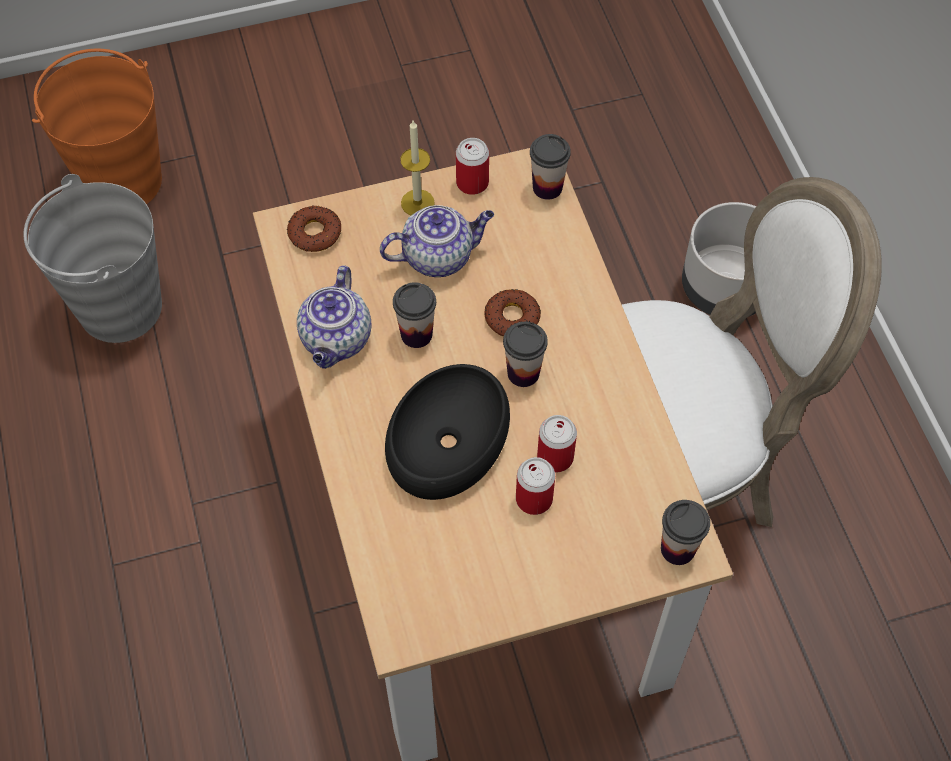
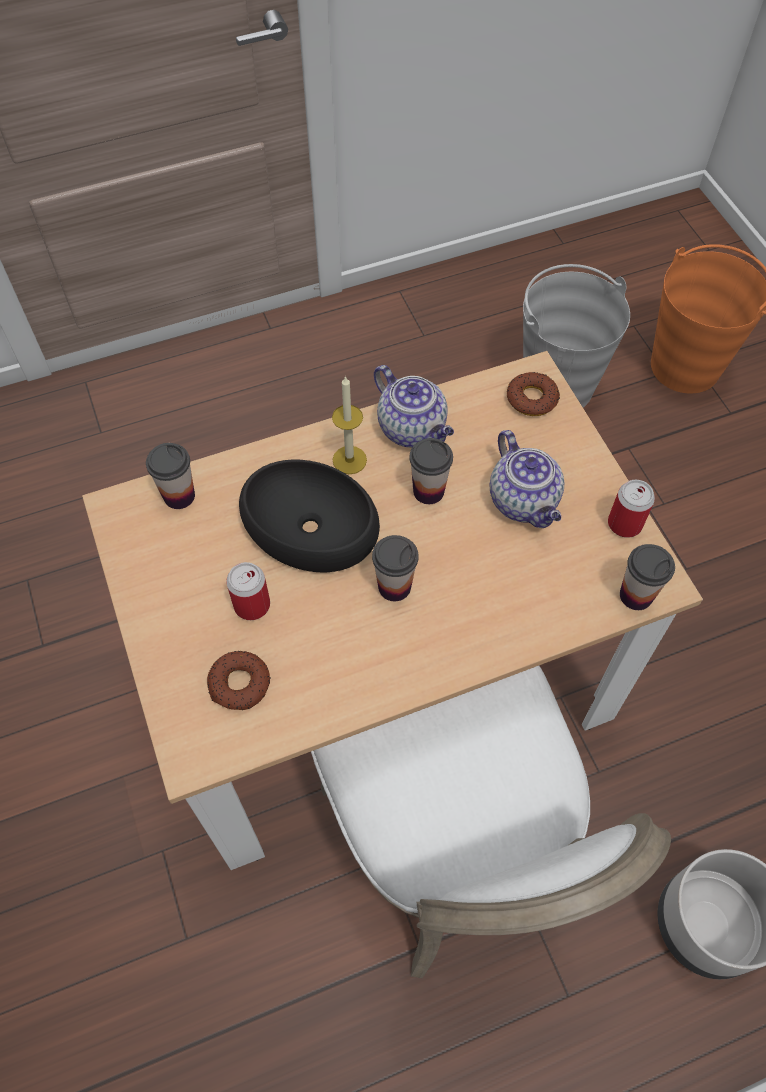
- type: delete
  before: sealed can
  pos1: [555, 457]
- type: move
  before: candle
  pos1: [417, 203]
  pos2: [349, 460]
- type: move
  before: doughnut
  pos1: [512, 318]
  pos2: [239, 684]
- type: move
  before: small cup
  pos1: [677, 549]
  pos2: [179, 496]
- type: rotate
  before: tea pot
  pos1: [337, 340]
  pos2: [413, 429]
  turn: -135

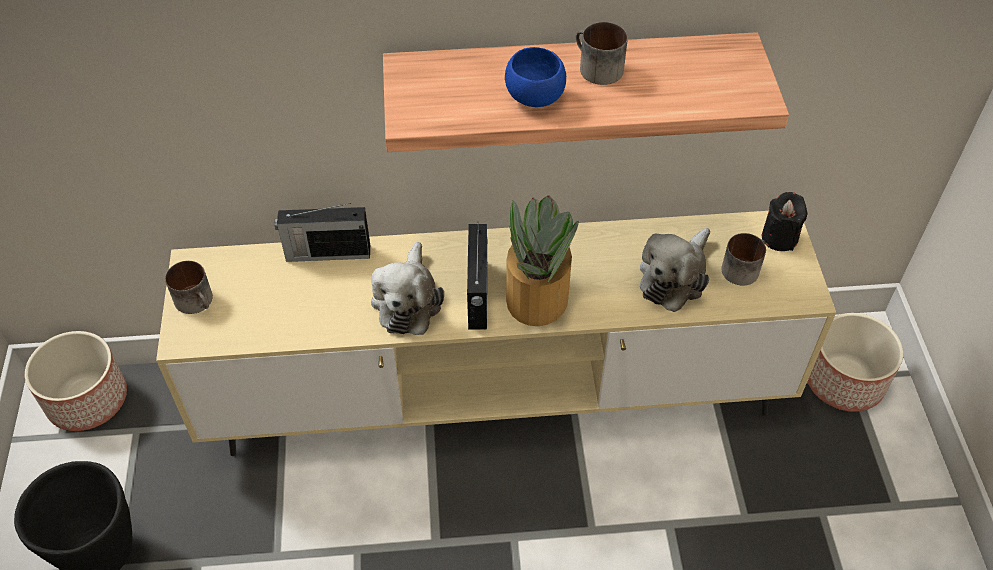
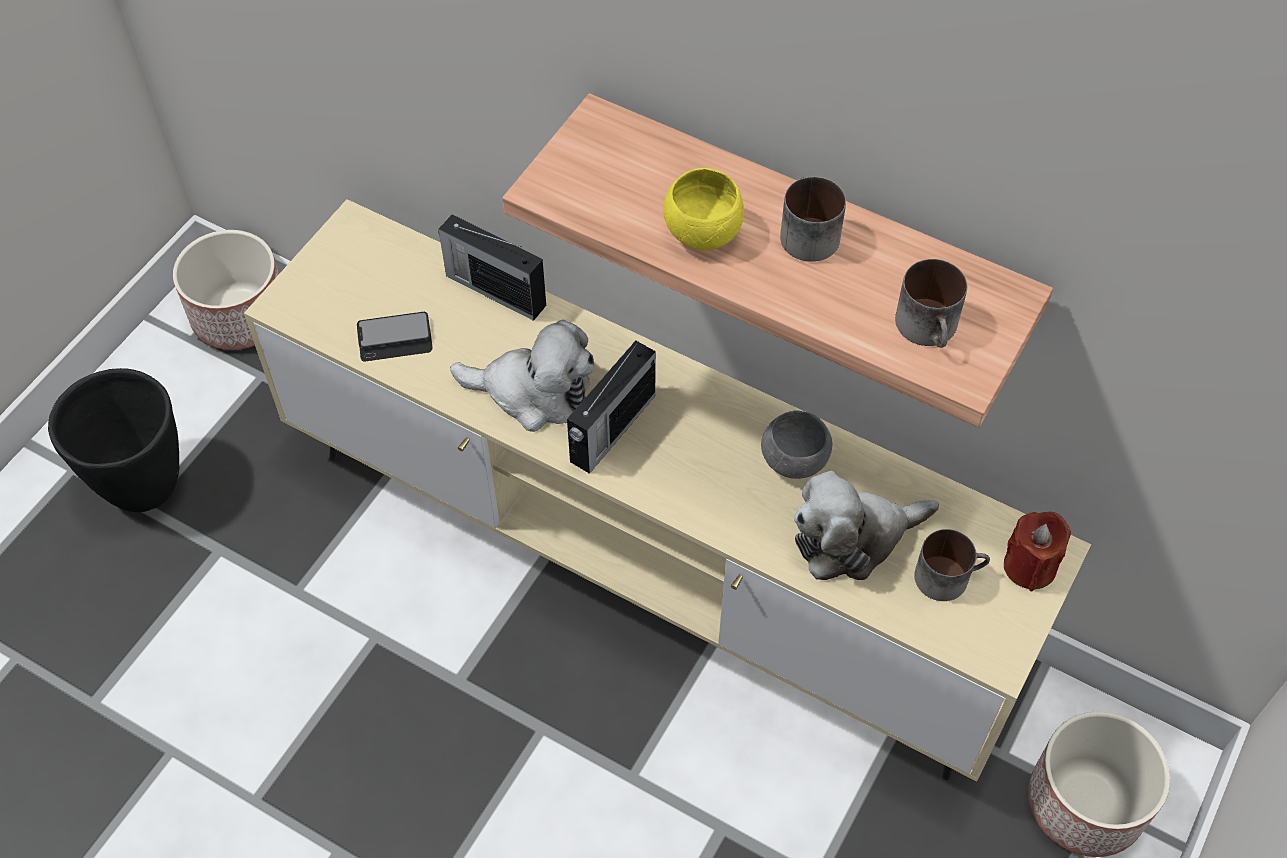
- type: delete
  before: houseplant
  pos1: [536, 300]
- type: insert
  after: handset
  pos2: [395, 338]
- type: insert
  after: grey deep dish
  pos2: [794, 461]
- type: move
  before: mug
  pos1: [198, 301]
  pos2: [931, 328]
- type: recolor
  before: blue-coloured deep dish
  after: yellow deep dish
  pos1: [534, 97]
  pos2: [702, 232]
- type: recolor
  before: black candle
  after: red candle
  pos1: [779, 237]
  pos2: [1029, 566]
- type: rotate
  before: plush toy
  pos1: [408, 301]
  pos2: [533, 392]
  turn: -120

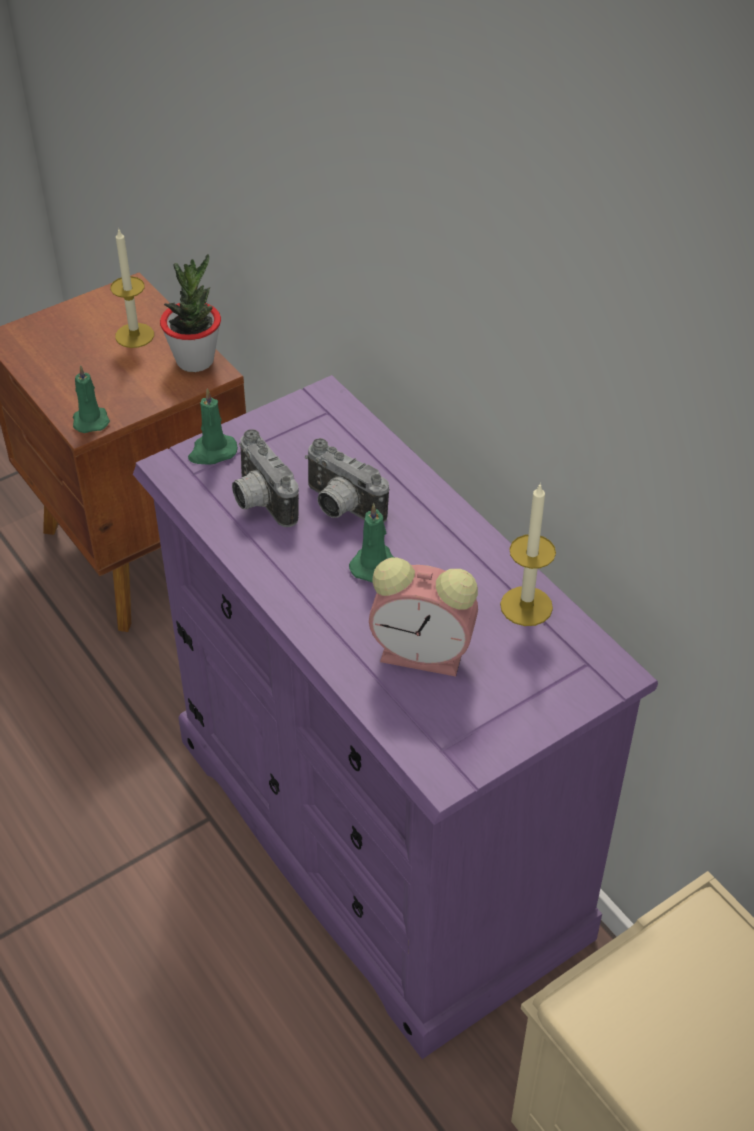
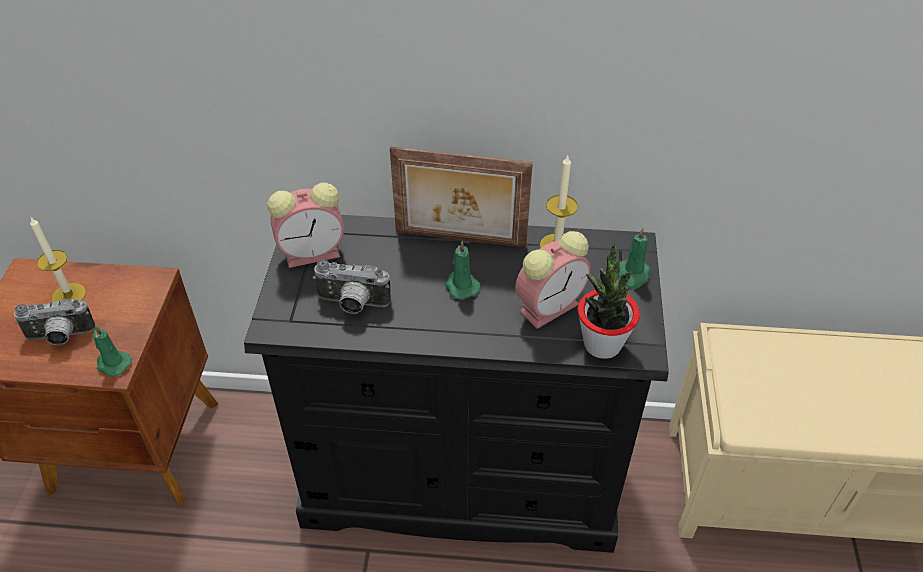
- type: insert
  after: table clock
  pos2: [314, 252]
- type: insert
  after: standing frame
  pos2: [460, 240]
- type: move
  before: houseplant
  pos1: [195, 360]
  pos2: [602, 344]
- type: move
  before: green candle
  pos1: [212, 452]
  pos2: [633, 275]
- type: move
  before: photo camera
  pos1: [340, 508]
  pos2: [60, 337]
- type: recolor
  before: purple-coloured dresser
  after: black dresser
  pos1: [377, 837]
  pos2: [462, 475]

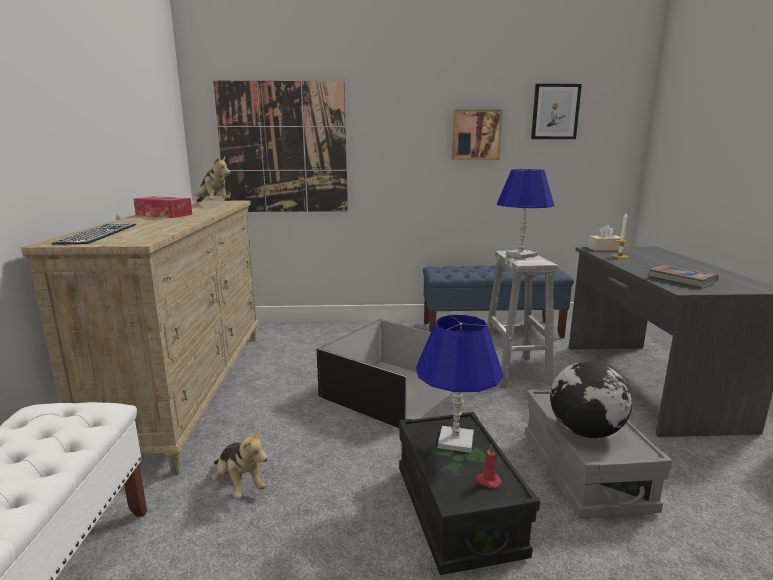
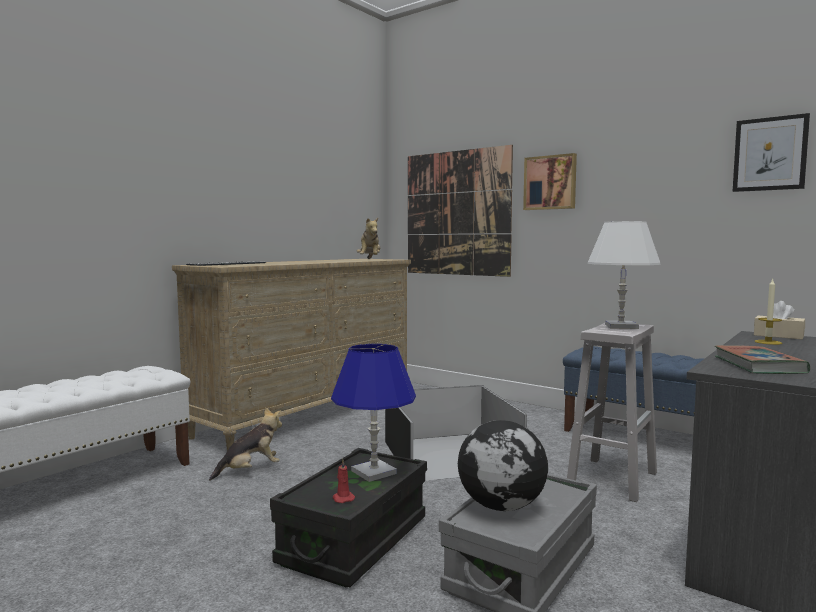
- type: delete
  before: box of tissues
  pos1: [164, 215]
- type: move
  before: picture
  pos1: [476, 135]
  pos2: [550, 182]
- type: recolor
  before: blue-coloured tabletop lamp
  after: white-coloured tabletop lamp
  pos1: [521, 255]
  pos2: [621, 326]
- type: rotate
  before: plush toy
  pos1: [239, 485]
  pos2: [250, 470]
  turn: -120

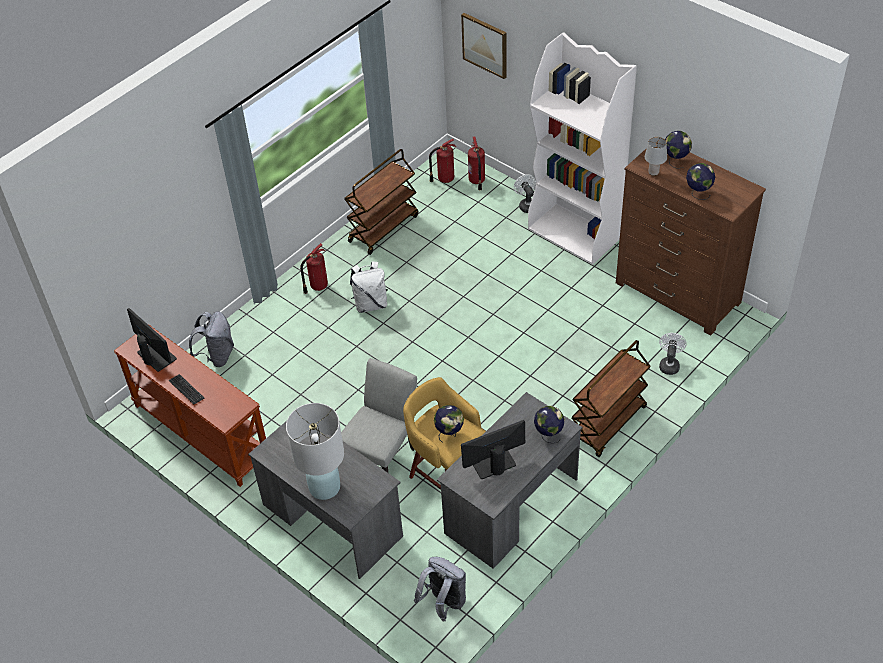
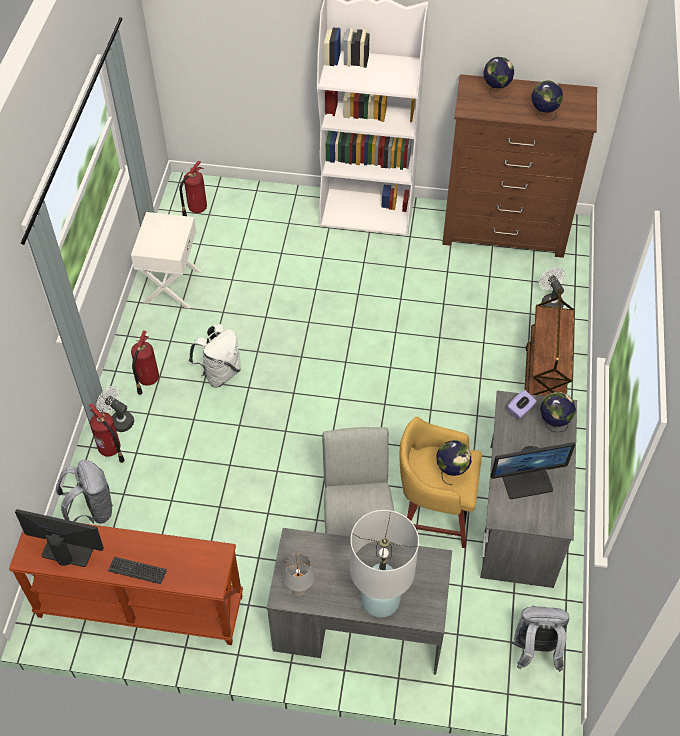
- type: delete
  before: picture
  pos1: [485, 45]
- type: insert
  after: purple-coloured box of tissues
  pos2: [520, 410]
- type: move
  before: fire extinguisher
  pos1: [476, 181]
  pos2: [110, 450]
- type: move
  before: white-coloured electric fan
  pos1: [526, 205]
  pos2: [119, 420]
- type: move
  before: grey tabletop lamp
  pos1: [653, 172]
  pos2: [299, 589]
- type: replace
  before: brownish cart
  after: white-coloured nightstand
  pos1: [383, 228]
  pos2: [171, 286]
- type: rotate
  before: computer screen
  pos1: [493, 464]
  pos2: [527, 481]
  turn: -135

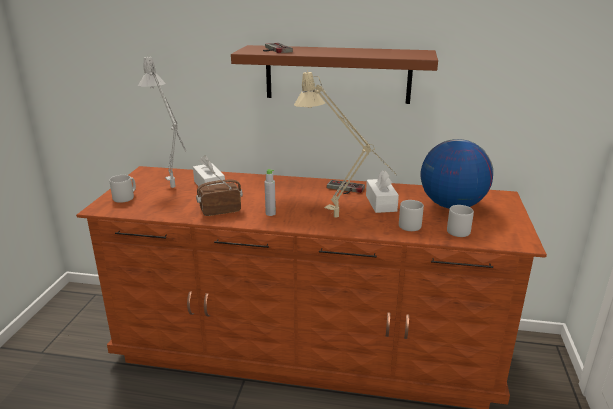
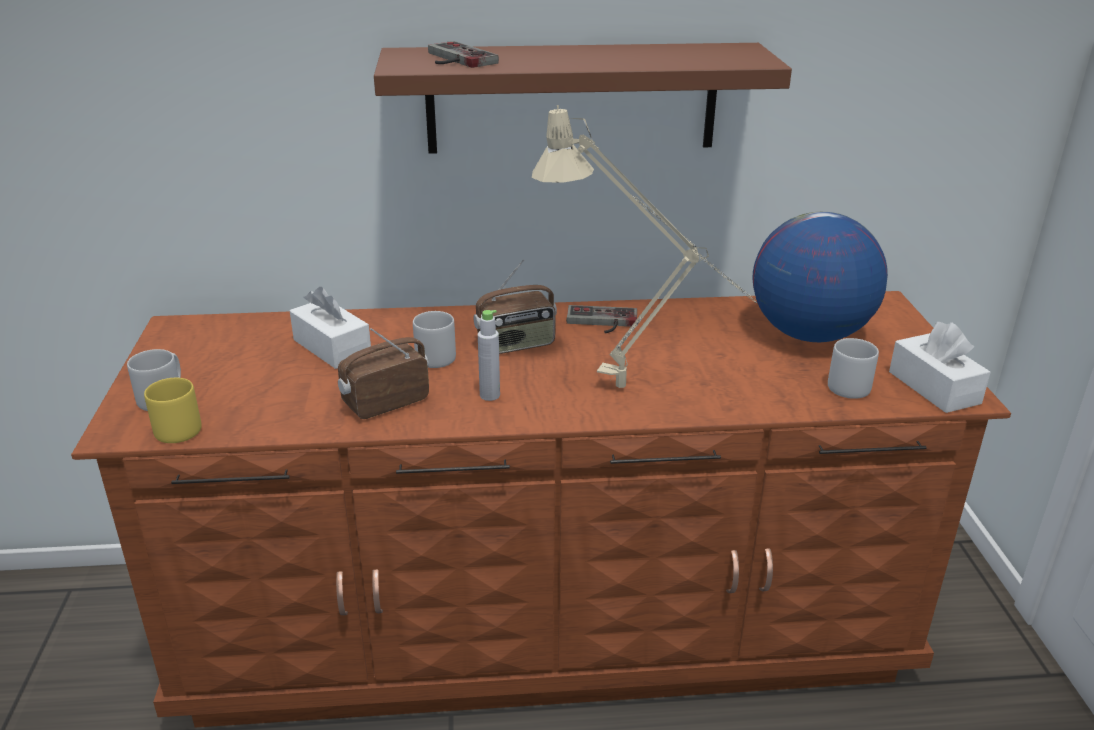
- type: delete
  before: grey tabletop lamp
  pos1: [175, 191]
- type: insert
  after: yellow mug
  pos2: [179, 427]
- type: insert
  after: radio
  pos2: [516, 344]
- type: move
  before: white-coloured box of tissues
  pos1: [381, 203]
  pos2: [934, 387]
- type: move
  before: grey mug
  pos1: [408, 225]
  pos2: [433, 356]

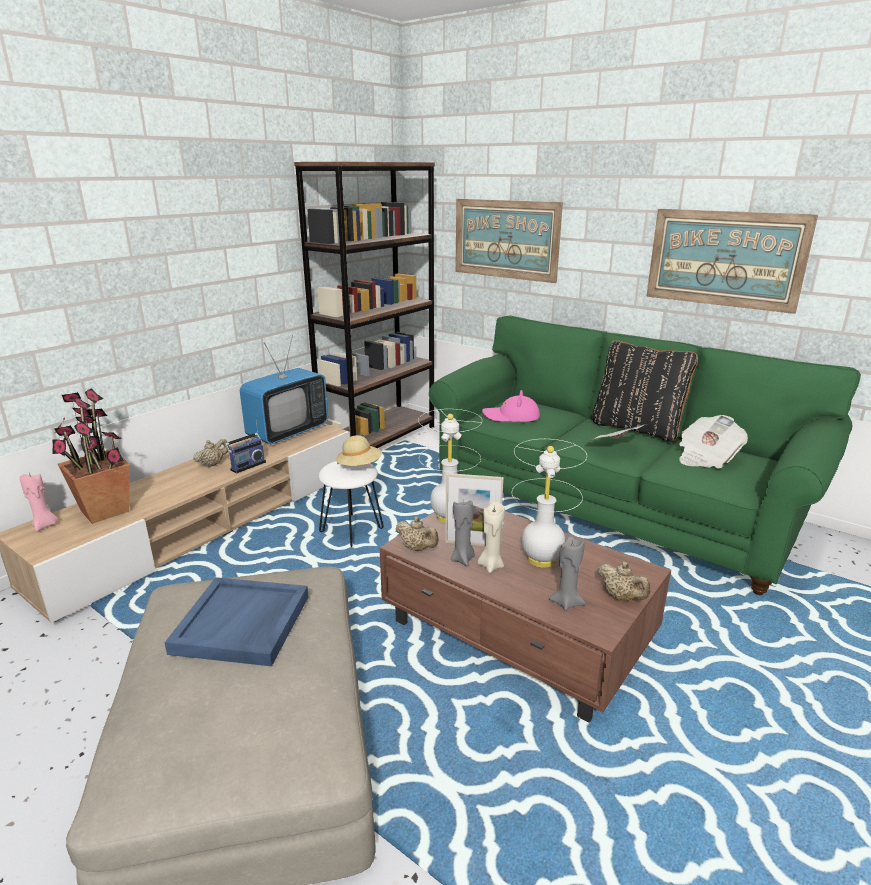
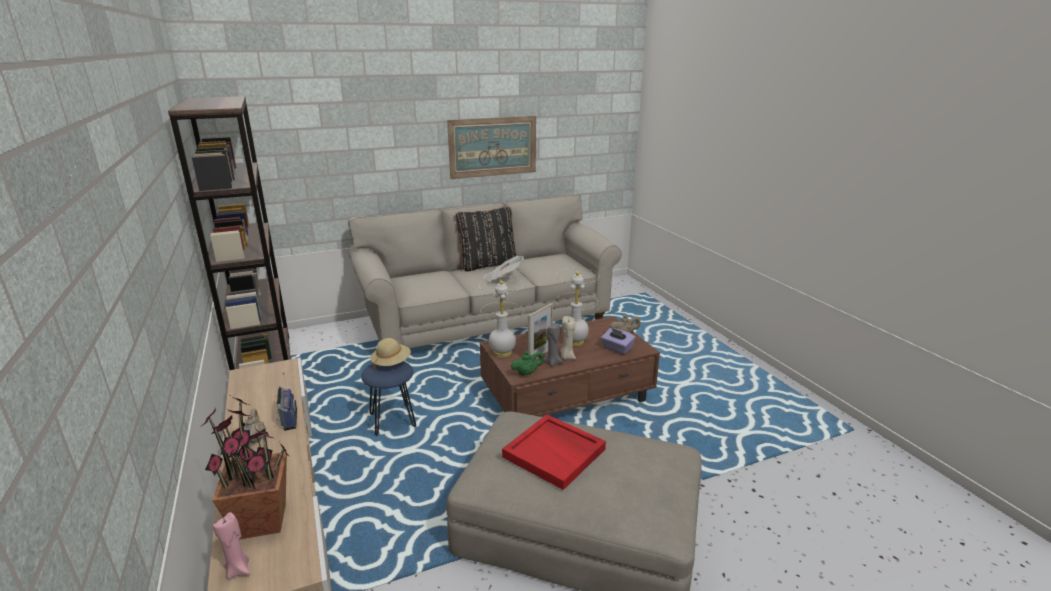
- type: delete
  before: TV set
  pos1: [288, 432]
- type: delete
  before: picture
  pos1: [505, 239]
- type: delete
  before: pinkish wearable hat
  pos1: [511, 416]
- type: delete
  before: printed paper
  pos1: [706, 458]
- type: replace
  before: grey candle
  after: purple-coloured box of tissues
  pos1: [566, 602]
  pos2: [617, 349]
- type: recolor
  before: blue-coloured tray
  after: red tray
  pos1: [242, 625]
  pos2: [555, 453]
- type: recolor
  before: white-coloured sitting stool
  after: blue-coloured sitting stool
  pos1: [352, 531]
  pos2: [392, 421]
- type: recolor
  before: beige tea pot
  after: green tea pot
  pos1: [417, 549]
  pos2: [527, 373]
- type: recolor
  before: green settee
  after: beige settee
  pos1: [612, 506]
  pos2: [487, 321]

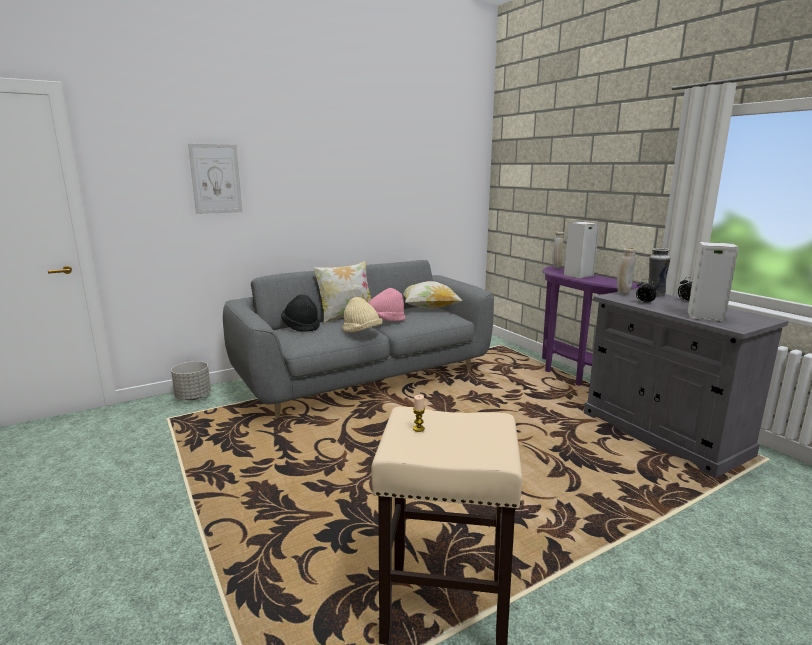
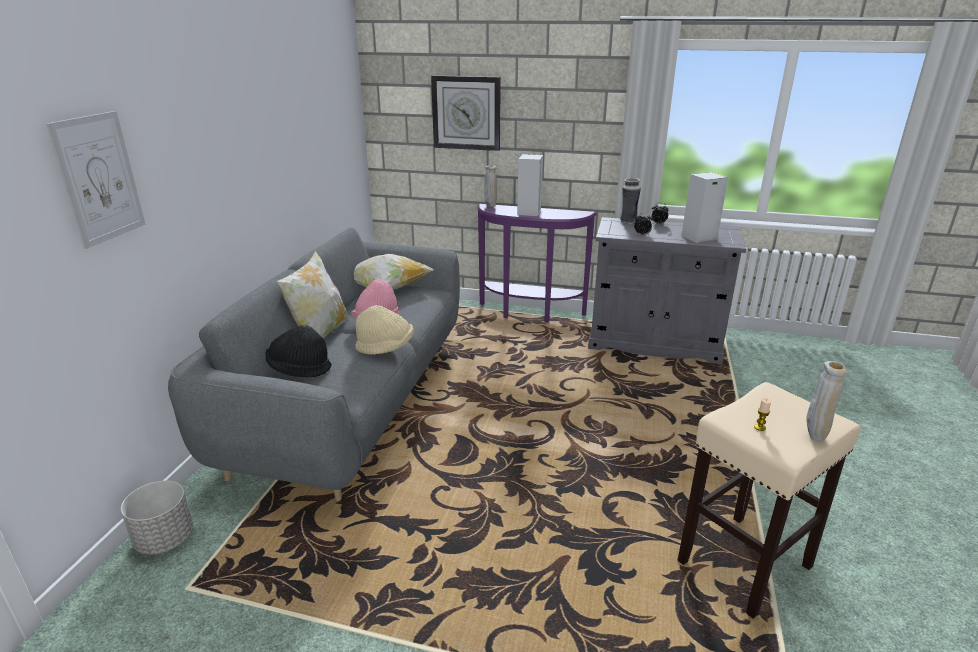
- type: insert
  after: wall clock
  pos2: [466, 113]
- type: move
  before: beige vase
  pos1: [623, 294]
  pos2: [814, 436]

